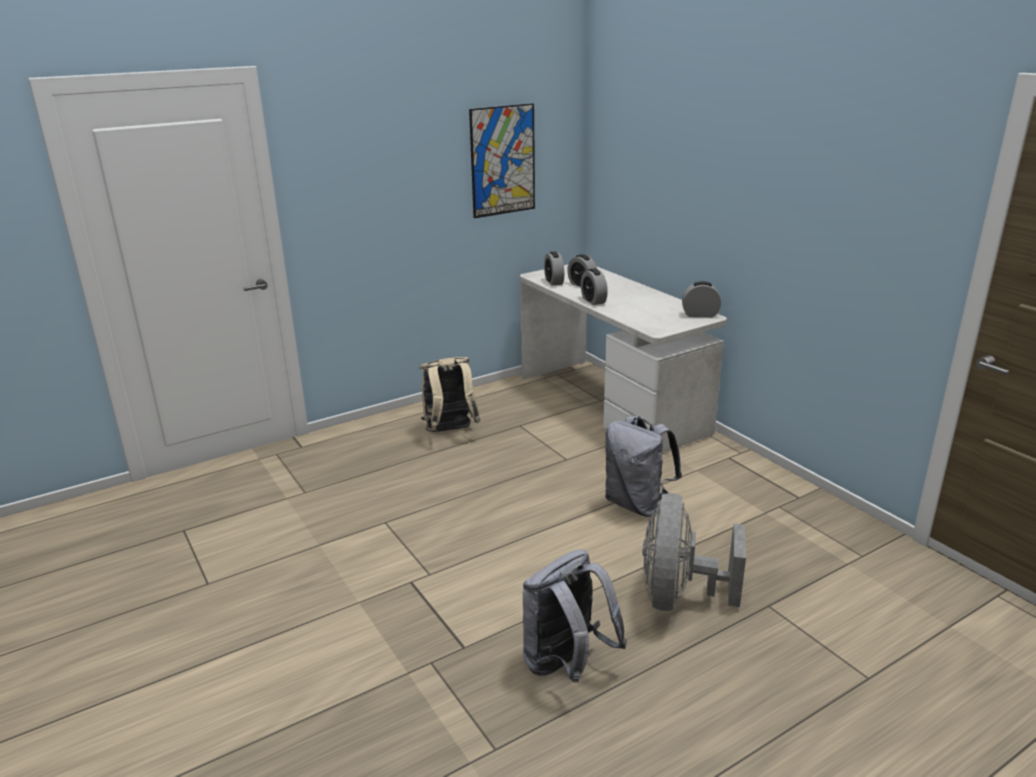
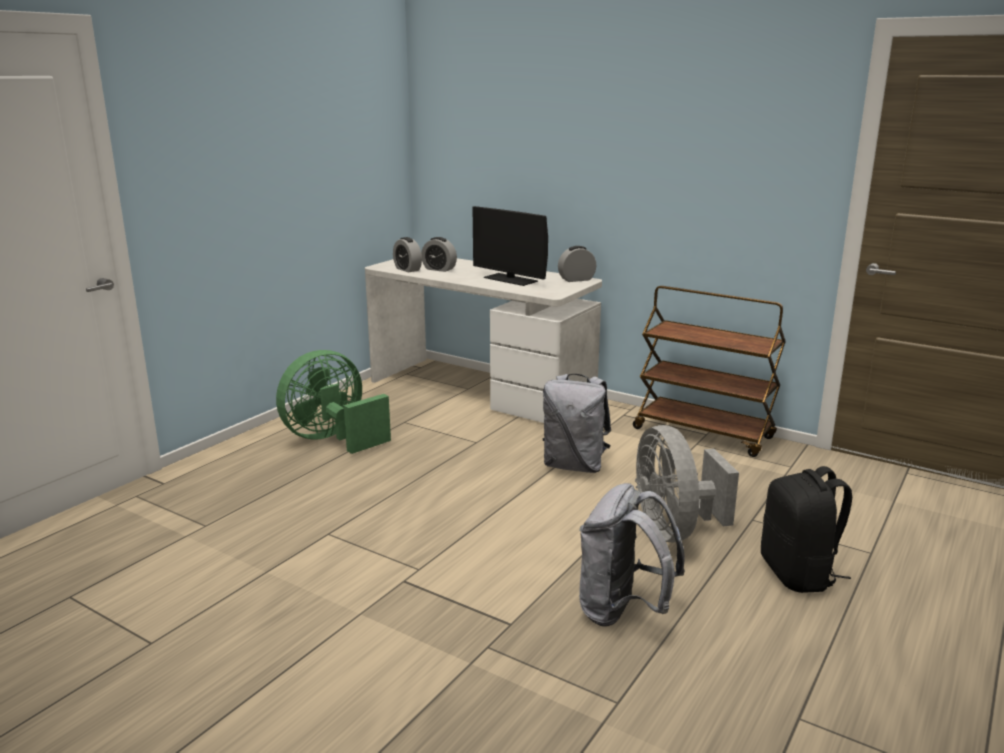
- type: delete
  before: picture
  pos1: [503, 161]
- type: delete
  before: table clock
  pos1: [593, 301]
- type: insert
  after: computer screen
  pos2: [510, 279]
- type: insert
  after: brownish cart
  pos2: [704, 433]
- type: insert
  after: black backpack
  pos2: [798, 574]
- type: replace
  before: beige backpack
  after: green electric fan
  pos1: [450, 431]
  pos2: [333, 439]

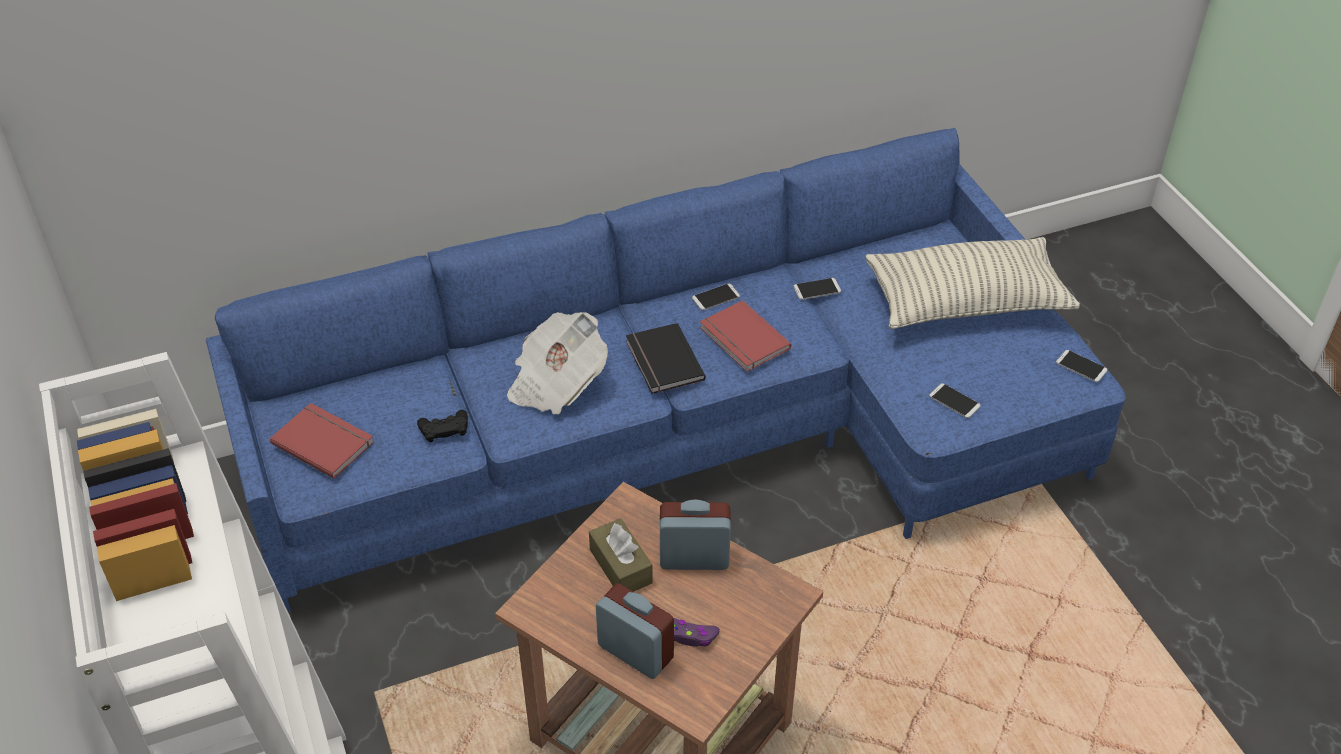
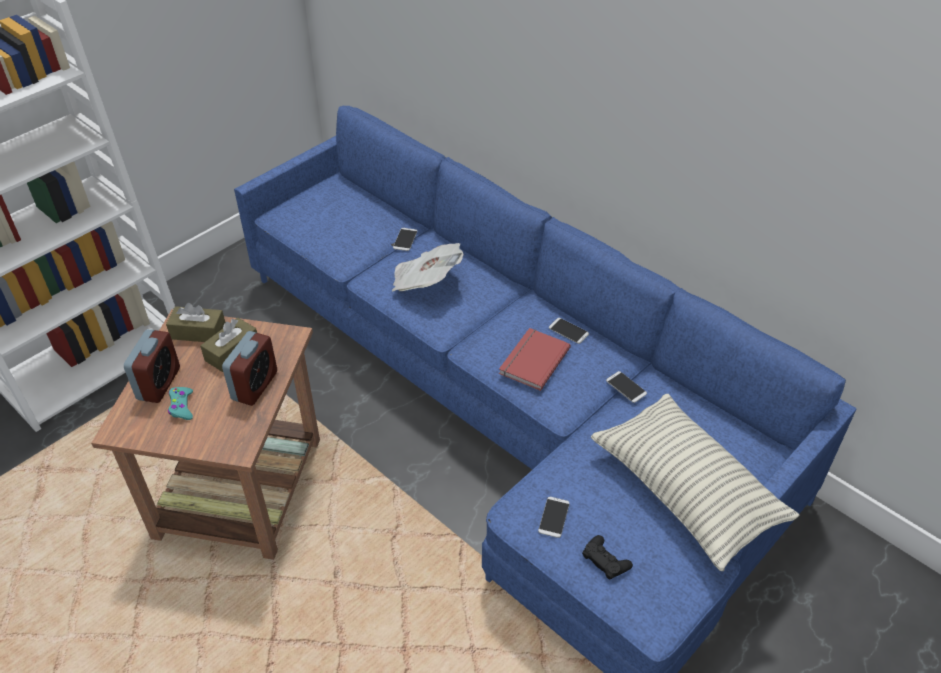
- type: delete
  before: red volume
  pos1: [324, 441]
- type: delete
  before: black volume
  pos1: [662, 361]
- type: insert
  after: brownish box of tissues
  pos2: [198, 332]
- type: move
  before: black joypad
  pos1: [444, 429]
  pos2: [605, 560]
- type: move
  before: handset
  pos1: [1081, 366]
  pos2: [405, 239]
- type: recolor
  before: purple-coloured joypad
  after: turquoise-coloured joypad
  pos1: [690, 636]
  pos2: [181, 406]
- type: rotate
  before: table clock
  pos1: [694, 557]
  pos2: [255, 386]
  turn: 45

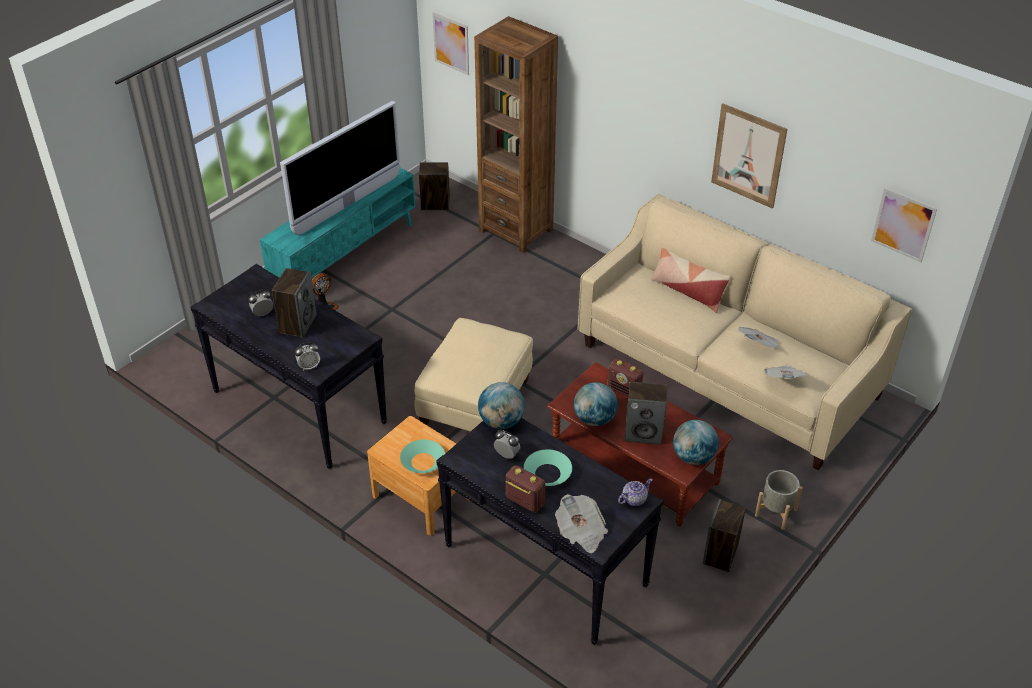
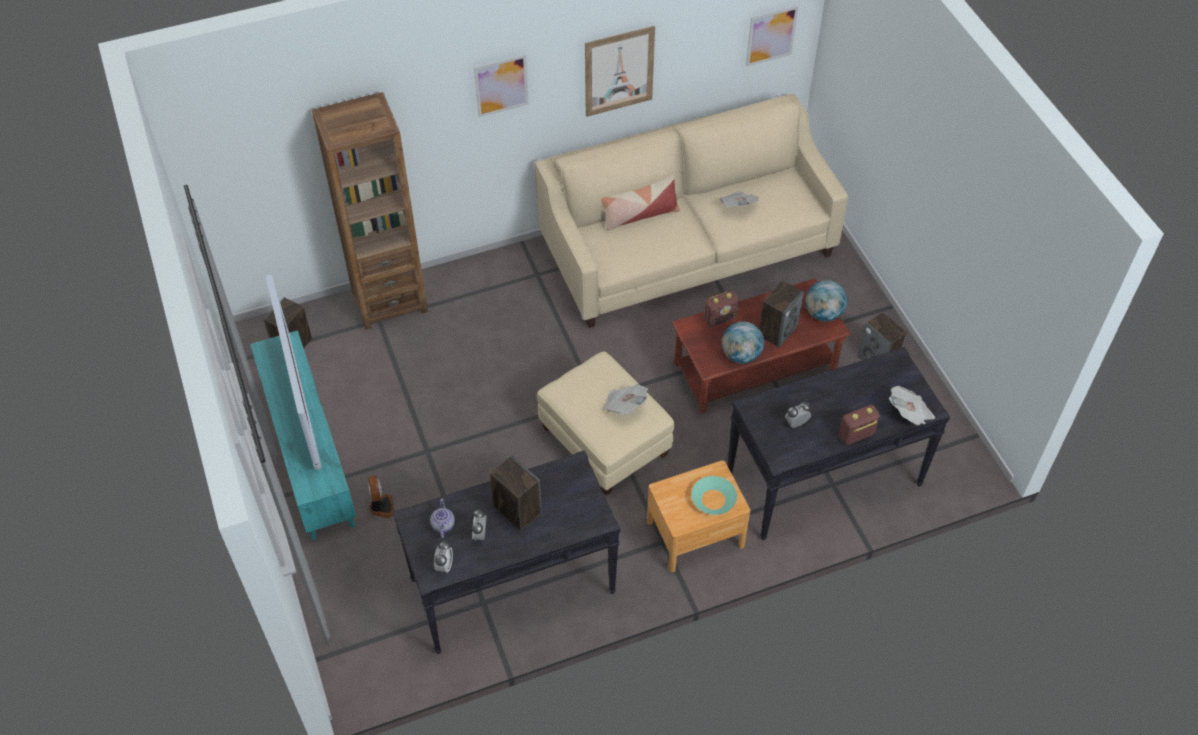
- type: delete
  before: desk globe
  pos1: [501, 421]
- type: delete
  before: turquoise-coloured deep dish
  pos1: [547, 473]
- type: delete
  before: grey planter
  pos1: [776, 512]
- type: move
  before: table clock
  pos1: [309, 366]
  pos2: [444, 566]
- type: move
  before: picture
  pos1: [451, 43]
  pos2: [501, 85]
- type: move
  before: tea pot
  pos1: [634, 499]
  pos2: [443, 525]
- type: move
  before: printed paper
  pos1: [783, 380]
  pos2: [624, 405]

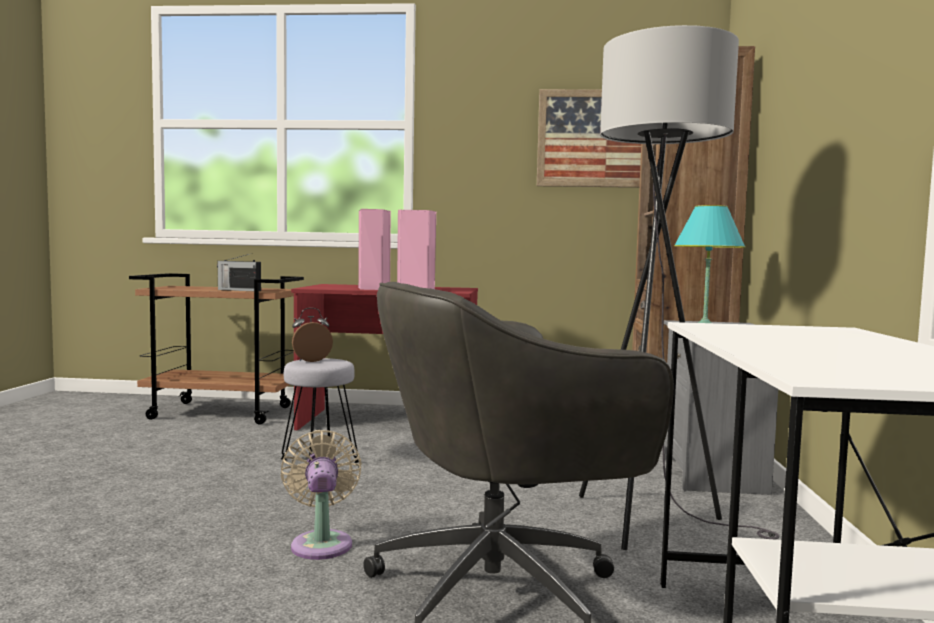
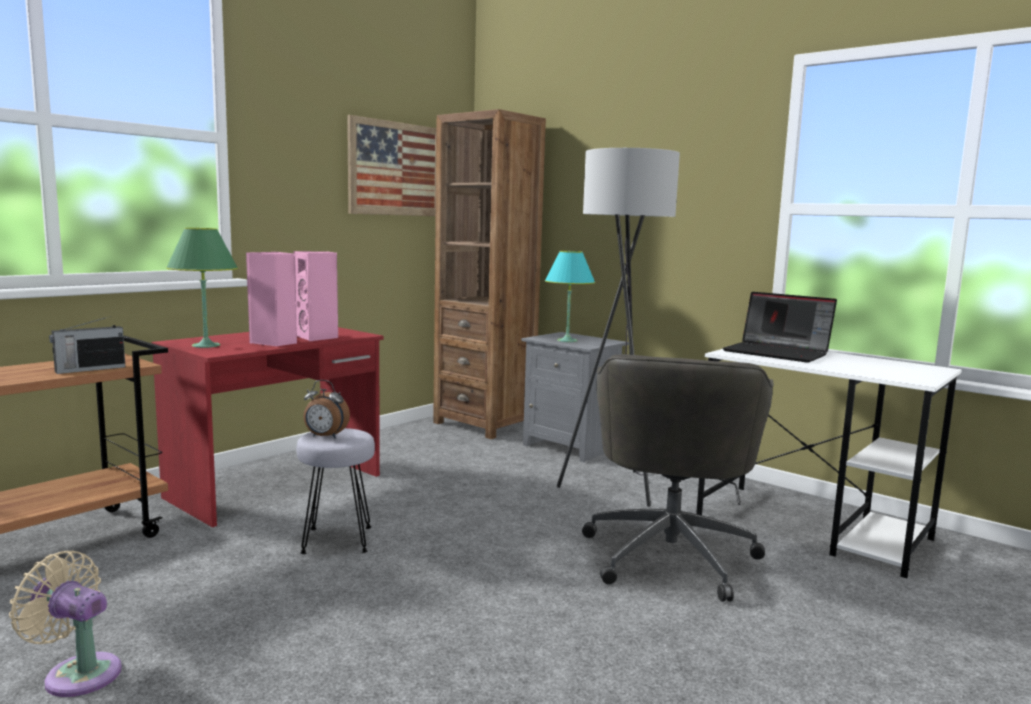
- type: insert
  after: green tabletop lamp
  pos2: [206, 345]
- type: insert
  after: notebook computer
  pos2: [778, 353]
- type: move
  before: beige electric fan
  pos1: [321, 542]
  pos2: [78, 673]
- type: rotate
  before: table clock
  pos1: [311, 360]
  pos2: [325, 437]
  turn: -90

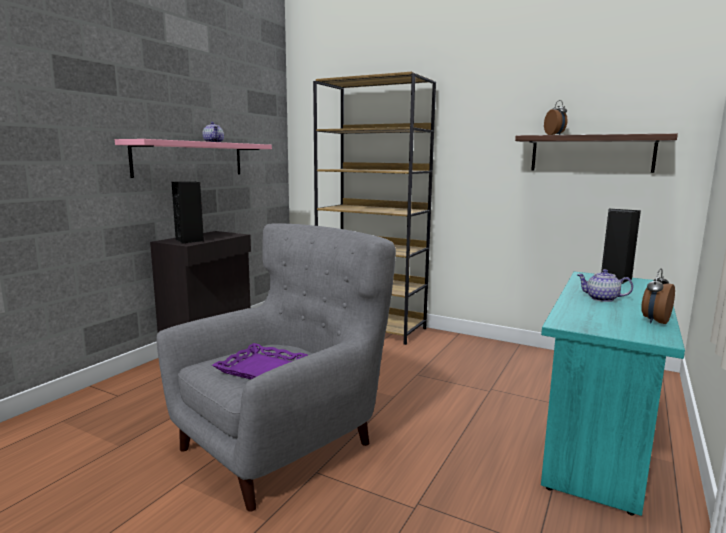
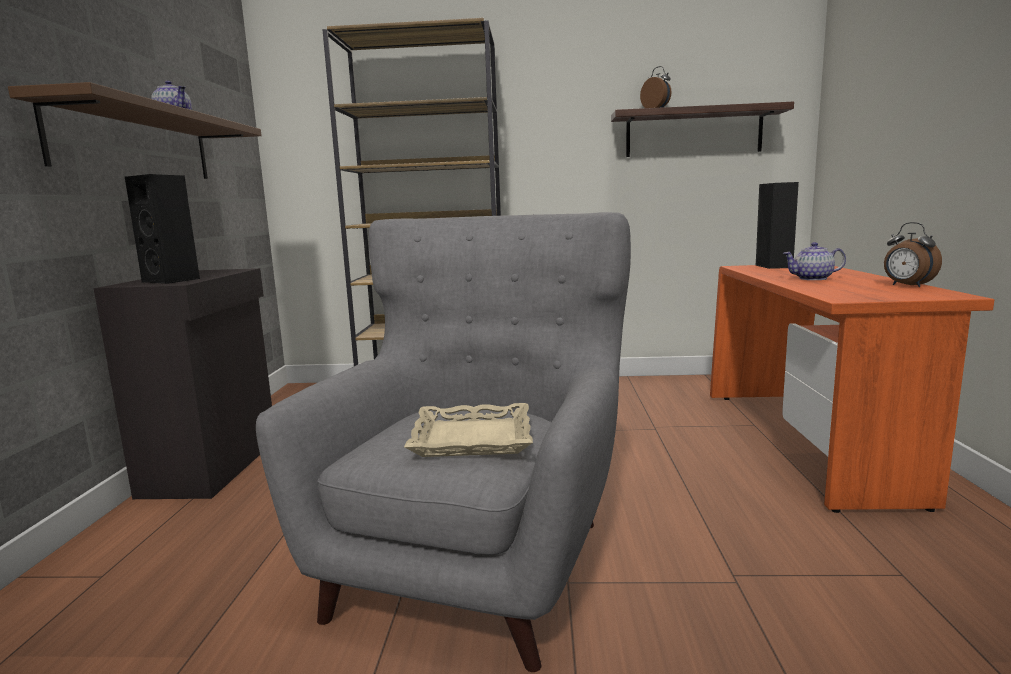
- type: recolor
  before: pinkish shelf
  after: brownish shelf
  pos1: [190, 159]
  pos2: [136, 144]
- type: recolor
  before: purple-coloured tray
  after: beige tray
  pos1: [262, 368]
  pos2: [472, 438]
- type: recolor
  before: turquoise-coloured desk
  after: orange-coloured desk
  pos1: [598, 433]
  pos2: [806, 443]
- type: rotate
  before: table clock
  pos1: [654, 321]
  pos2: [907, 286]
  turn: -45

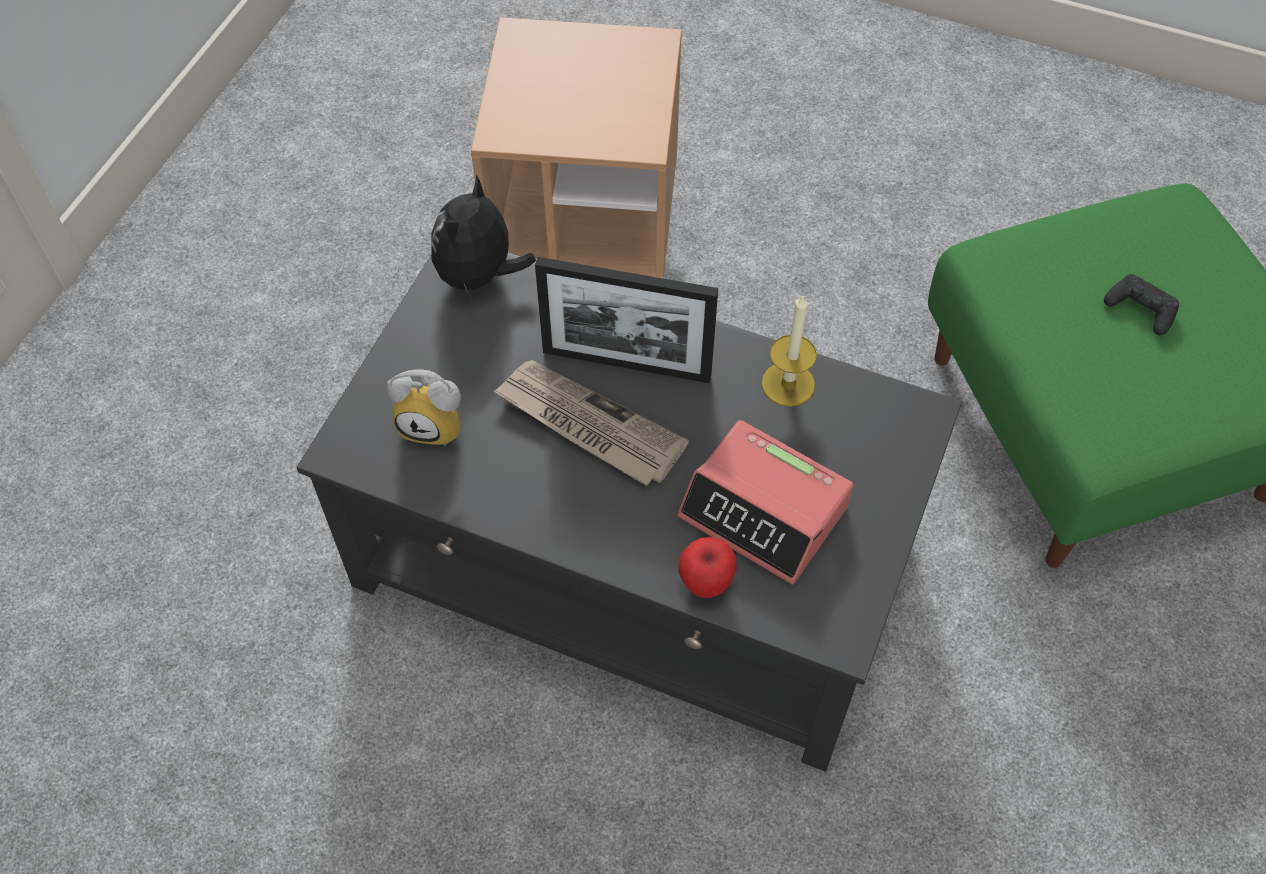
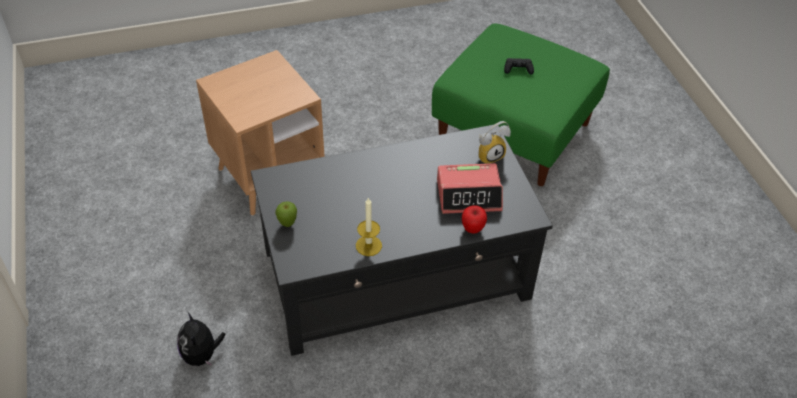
- type: delete
  before: printed paper
  pos1: [588, 425]
- type: delete
  before: standing frame
  pos1: [626, 364]
- type: insert
  after: whole apple
  pos2: [287, 224]
- type: move
  before: table clock
  pos1: [435, 423]
  pos2: [489, 155]
- type: move
  before: plush toy
  pos1: [479, 276]
  pos2: [202, 355]
- type: move
  before: candle
  pos1: [788, 384]
  pos2: [368, 245]

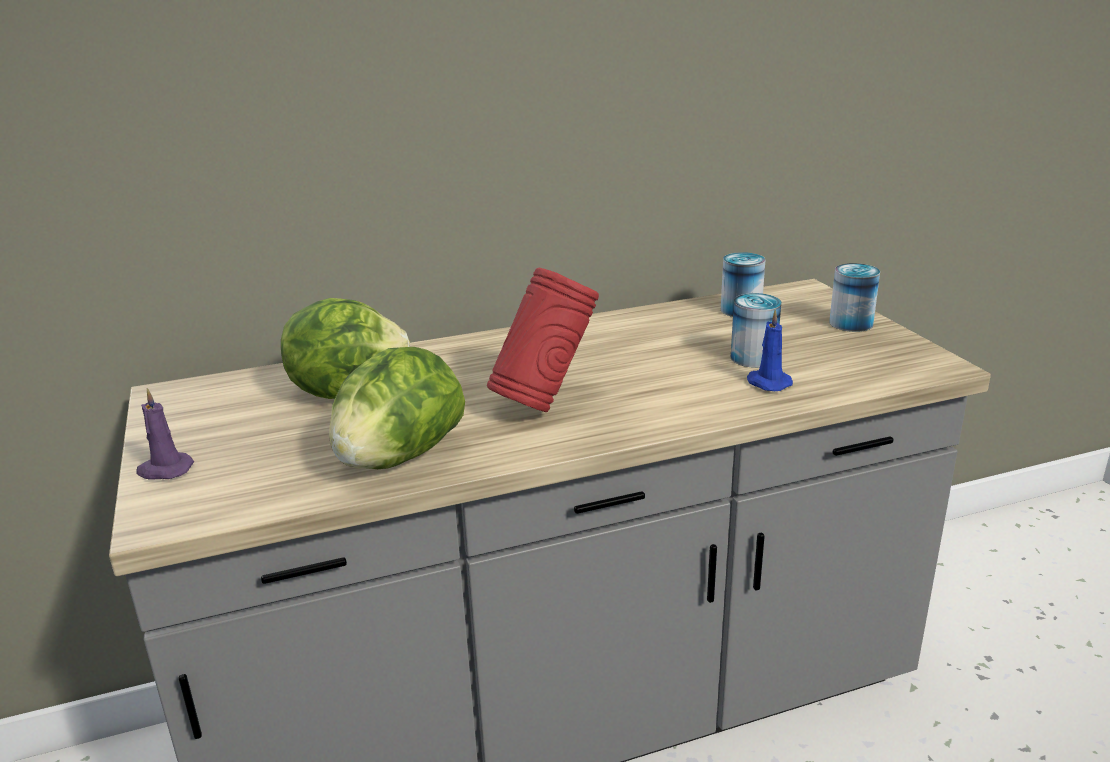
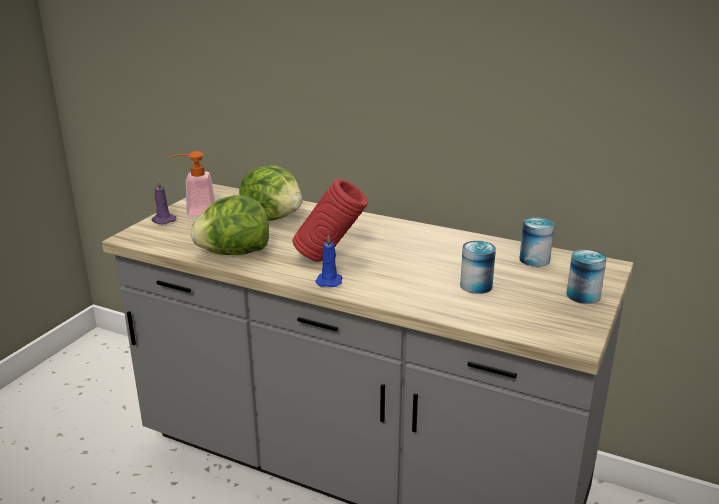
- type: insert
  after: soap dispenser
  pos2: [195, 212]
- type: move
  before: blue-coloured candle
  pos1: [767, 383]
  pos2: [329, 281]

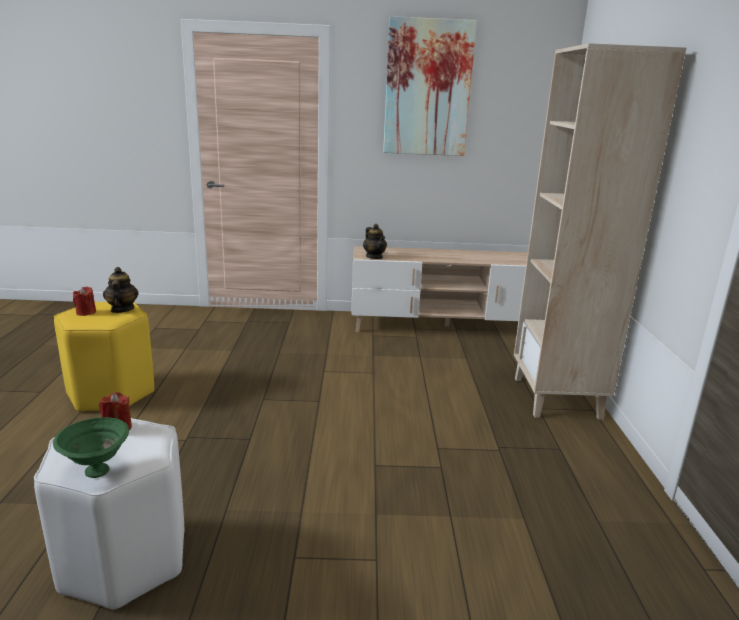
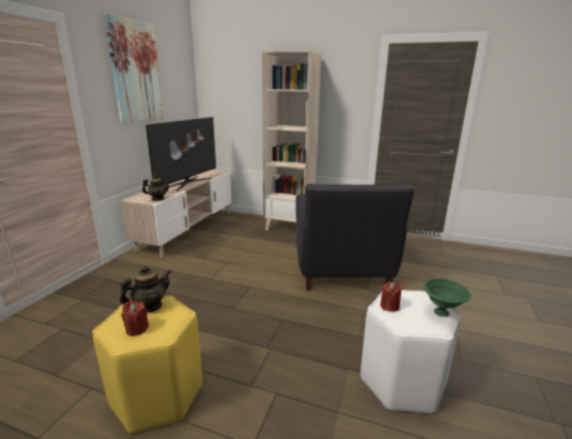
- type: insert
  after: TV set
  pos2: [187, 183]
- type: insert
  after: black easy chair
  pos2: [342, 272]
- type: rotate
  before: tea pot
  pos1: [122, 309]
  pos2: [149, 306]
  turn: 135

